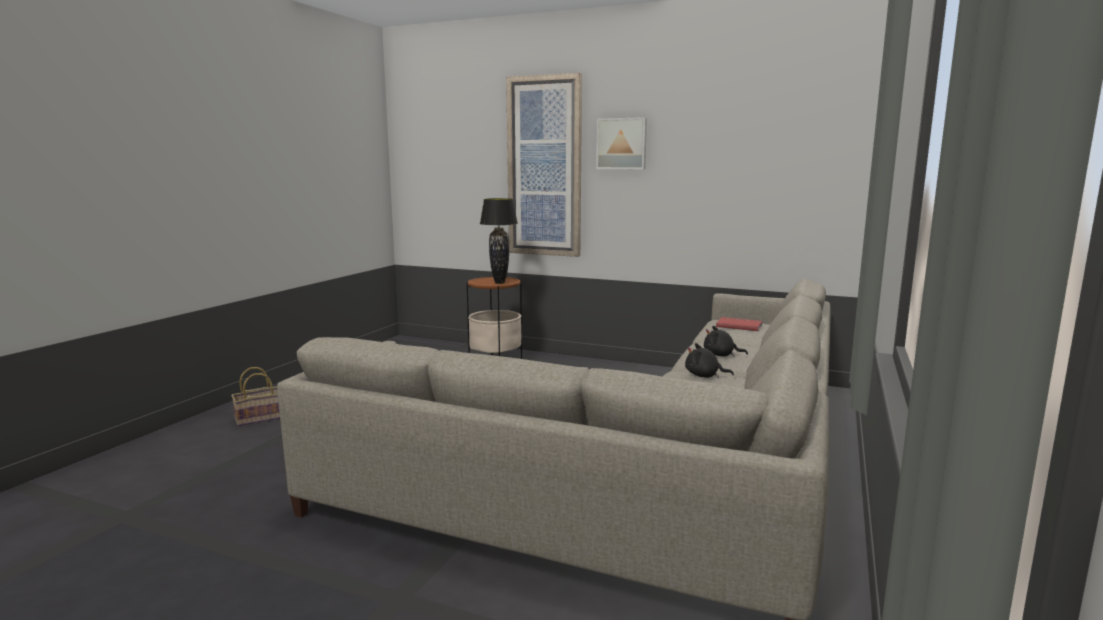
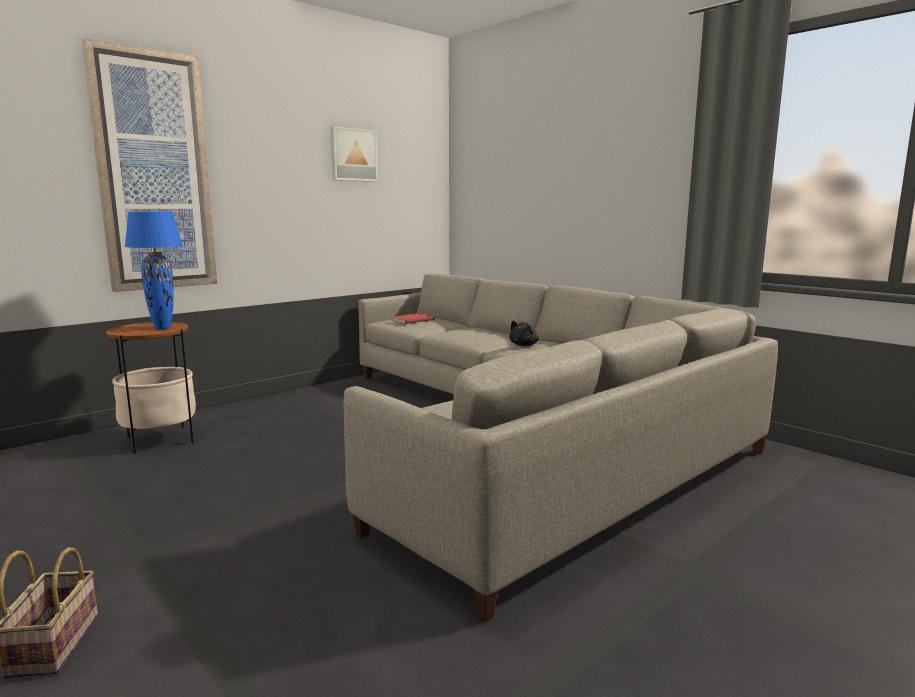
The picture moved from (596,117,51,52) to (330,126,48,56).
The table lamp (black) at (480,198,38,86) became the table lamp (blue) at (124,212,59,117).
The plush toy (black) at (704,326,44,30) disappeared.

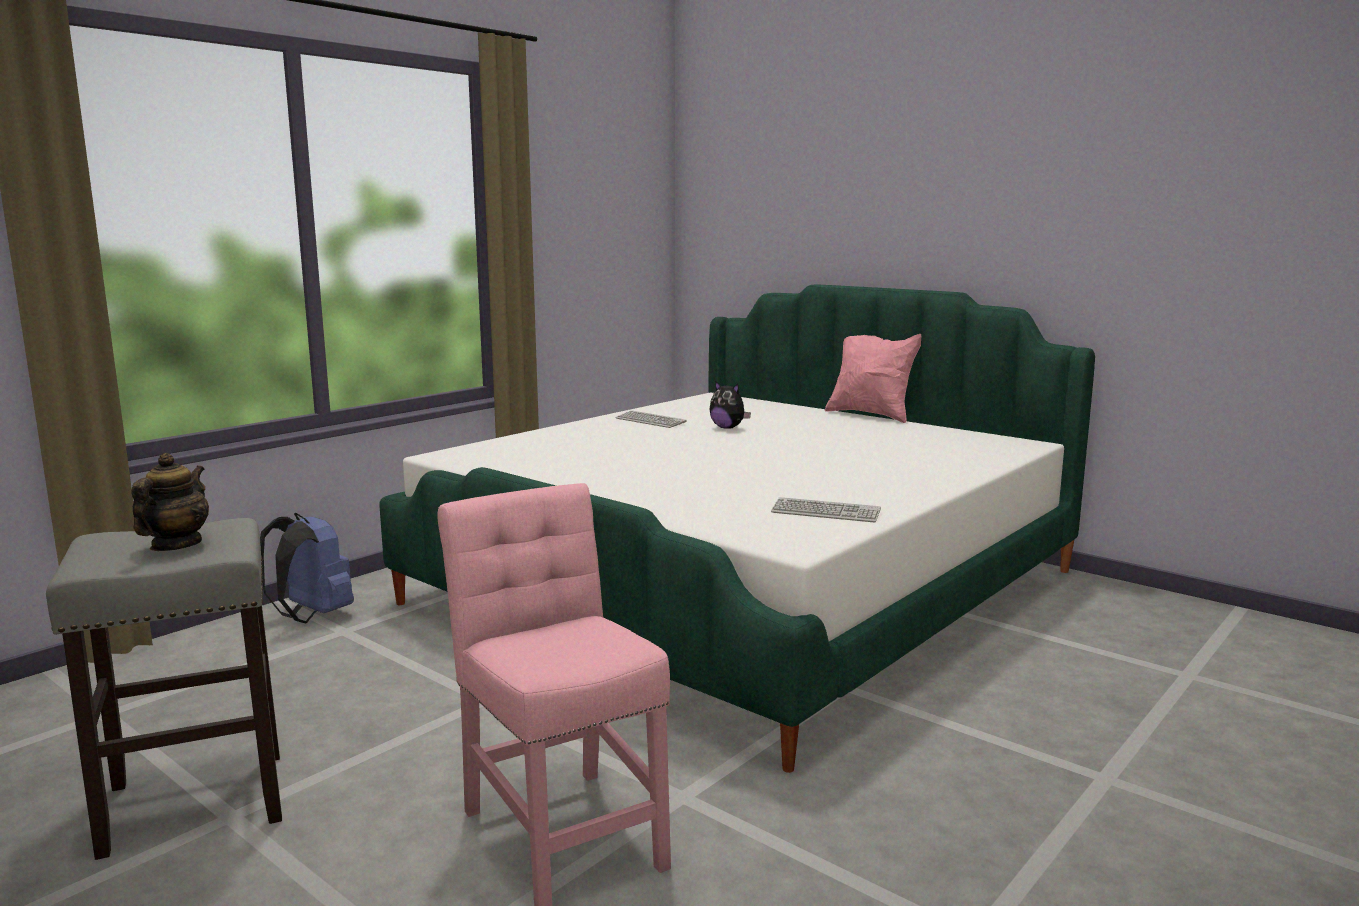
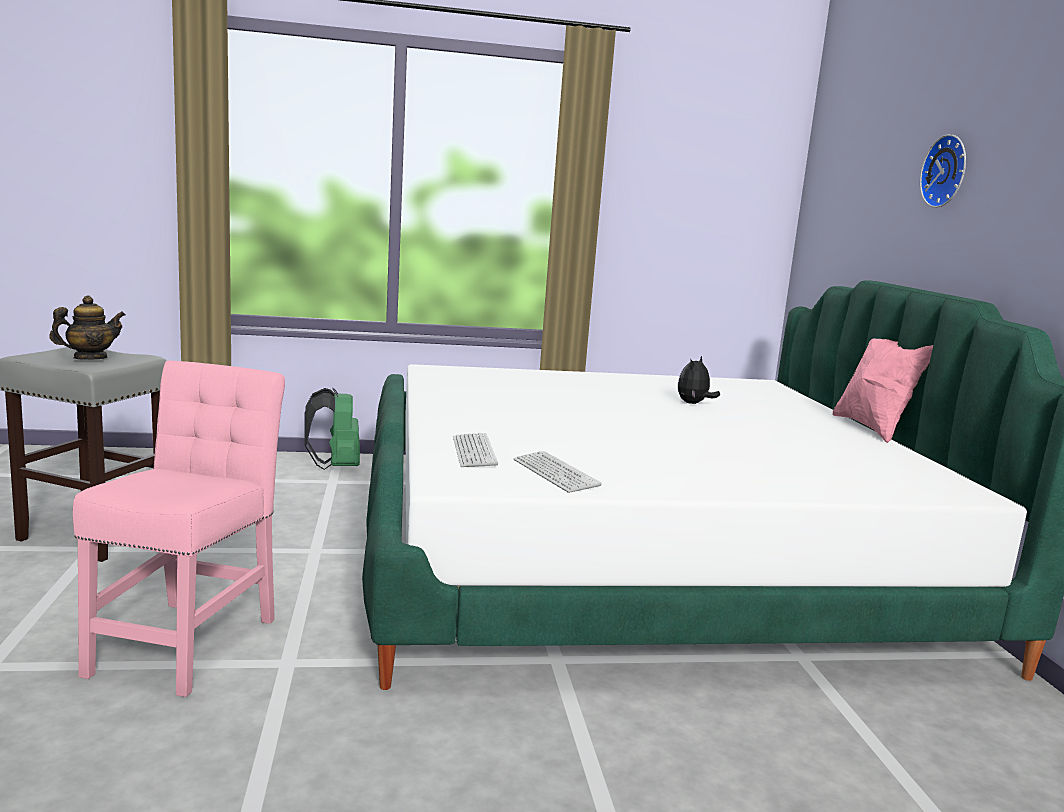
The plush toy at (709,381,42,48) turned 45 degrees clockwise.
The keyboard moved from (616,411,71,17) to (453,433,45,34).
The backpack (blue) at (260,513,94,110) became the backpack (green) at (305,387,55,83).
The wall clock at (920,134,46,74) appeared.

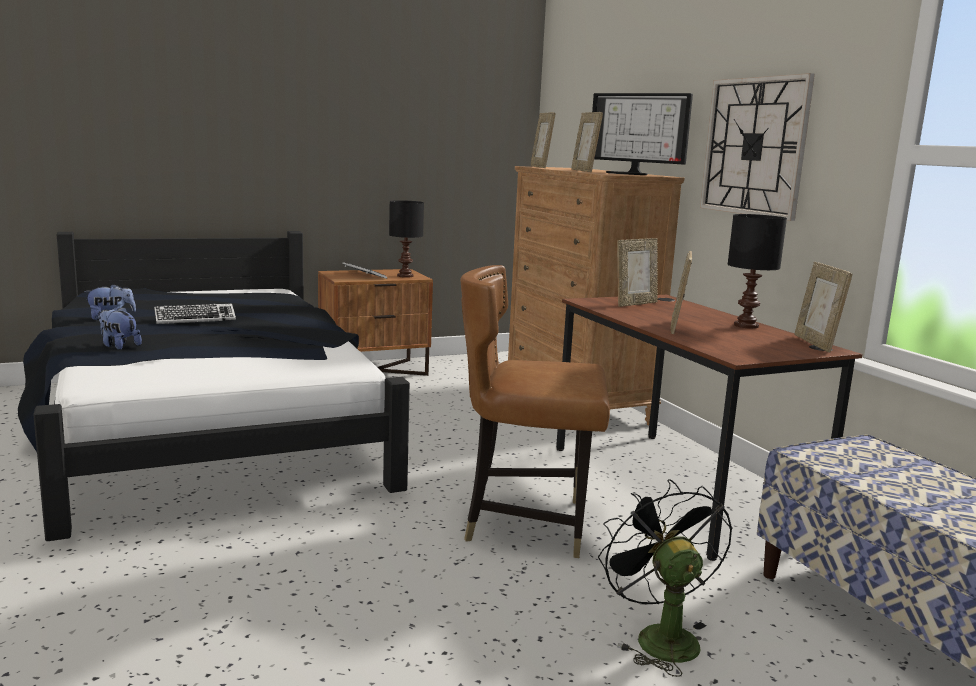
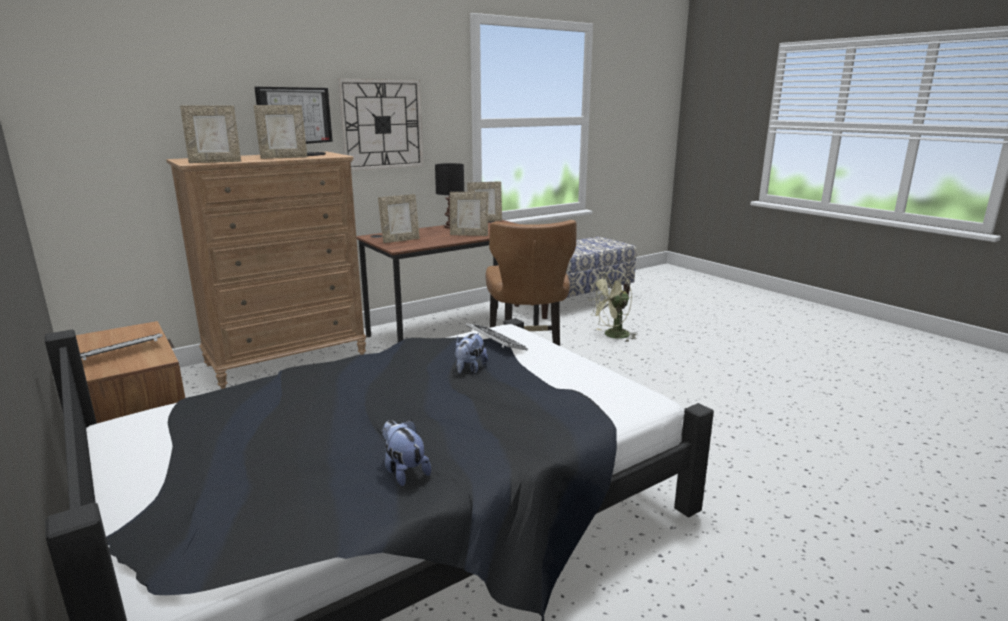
The table lamp (black) at (389,200,35,78) disappeared.
The picture frame at (617,238,41,69) turned 105 degrees clockwise.
The keyboard moved from (154,303,82,21) to (466,323,62,28).
The plush toy moved from (99,307,43,43) to (455,333,33,41).
The fan (black) at (598,479,134,198) became the fan (green) at (588,270,50,72).

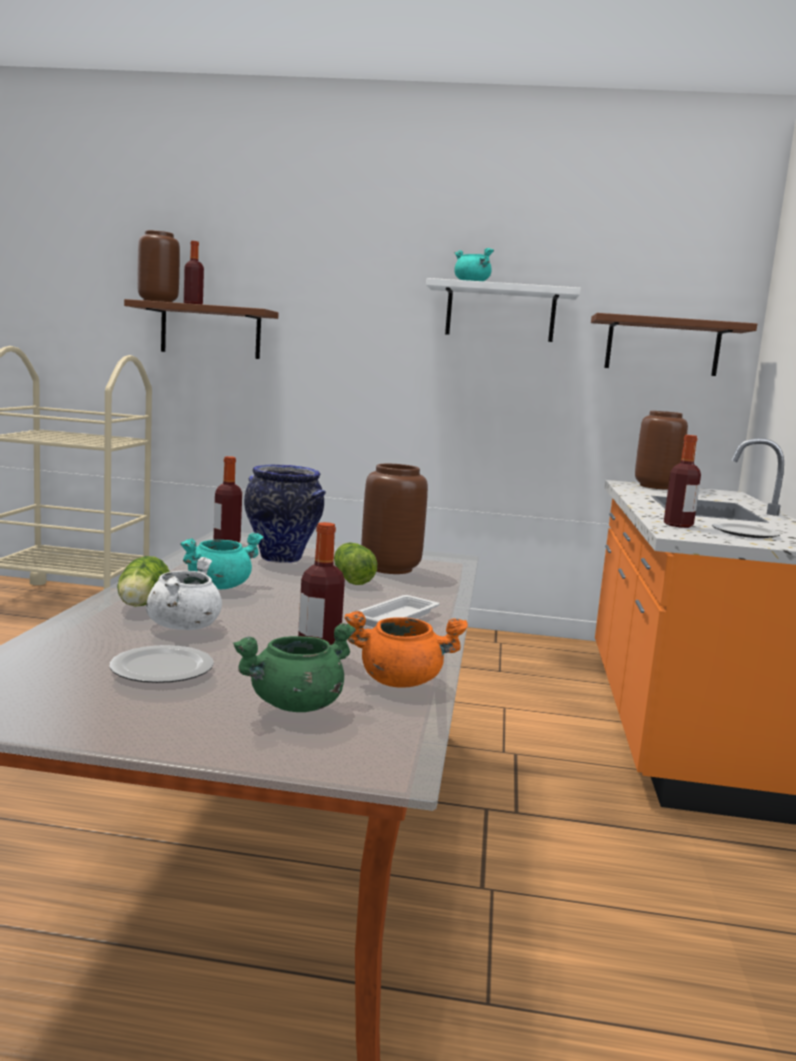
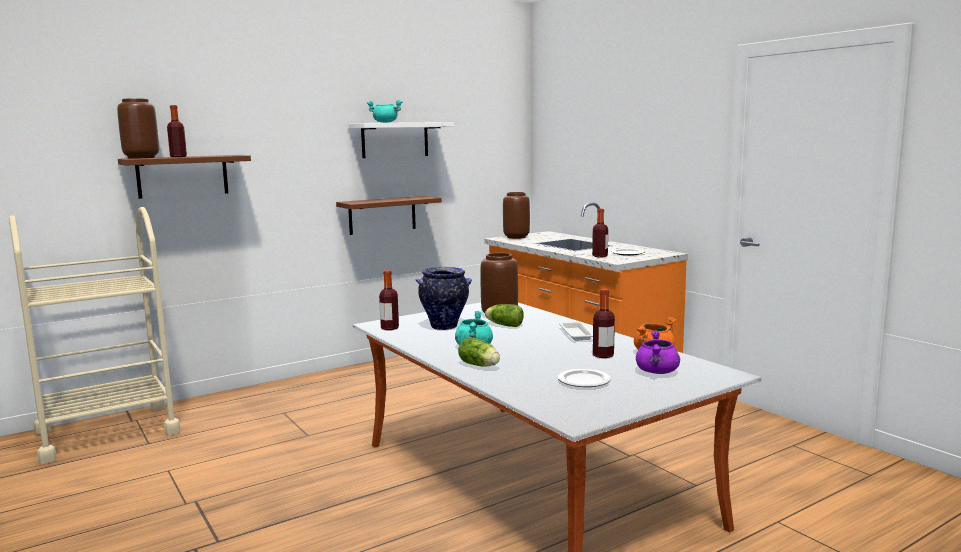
The shelf (brown) moved from (591,313,166,63) to (336,196,106,39).
The cooking pot (white) at (146,557,76,73) disappeared.
The cooking pot (green) at (233,623,123,89) became the cooking pot (purple) at (636,330,44,44).

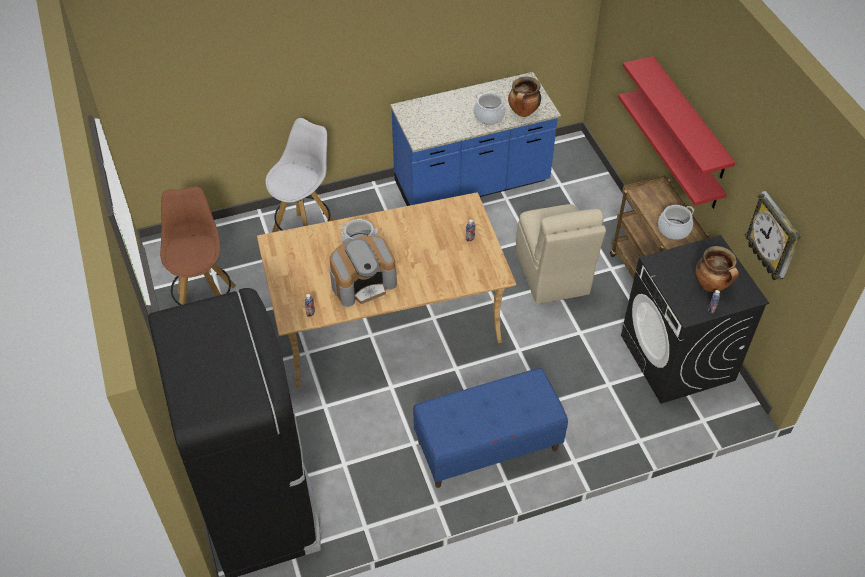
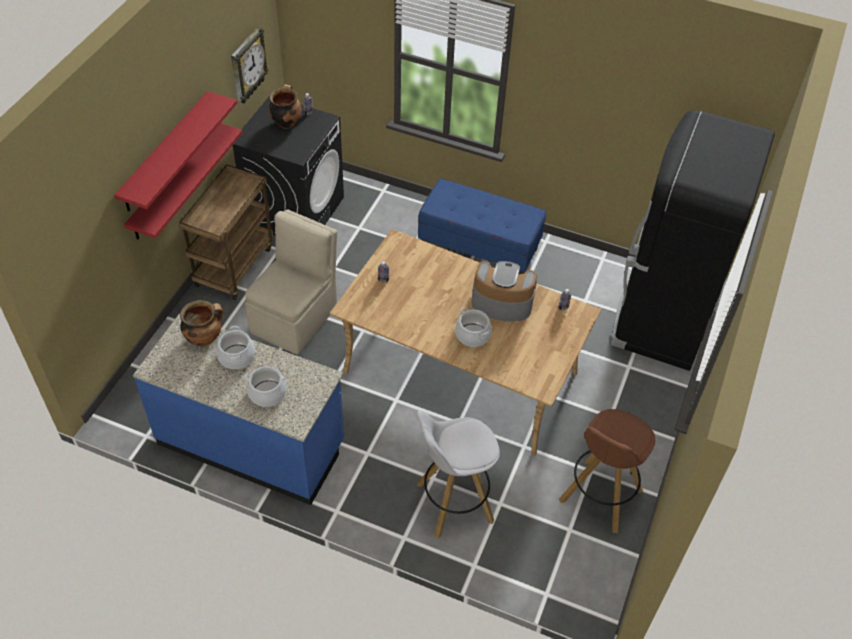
The cooking pot moved from (658,205,36,35) to (244,366,43,41).

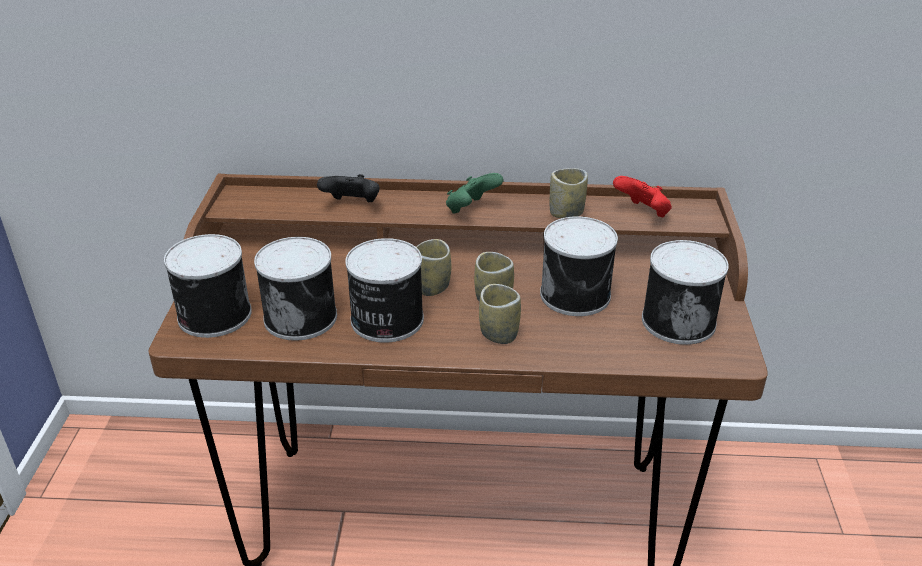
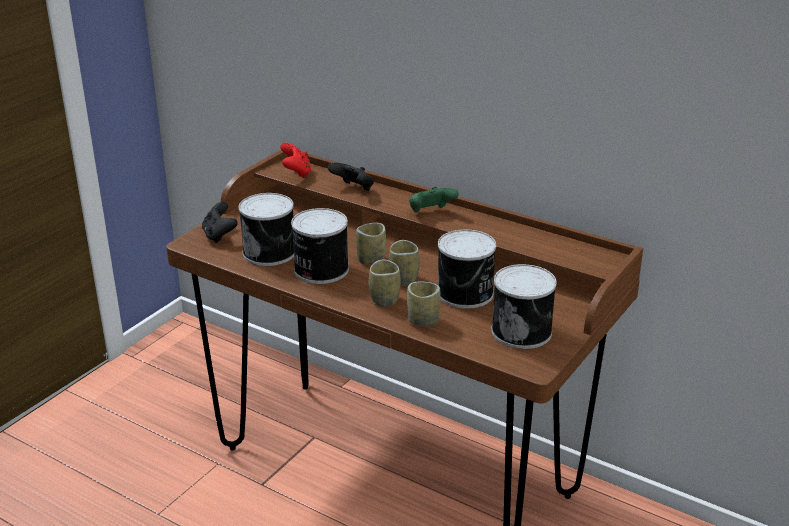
The cup moved from (550,168,38,50) to (407,282,33,44).
The game controller (red) moved from (613,176,59,41) to (280,143,31,35).
The can at (164,234,88,104) was replaced by the game controller (black) at (202,202,36,41).

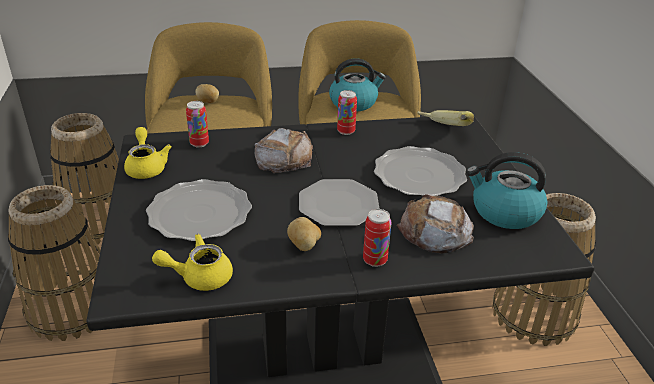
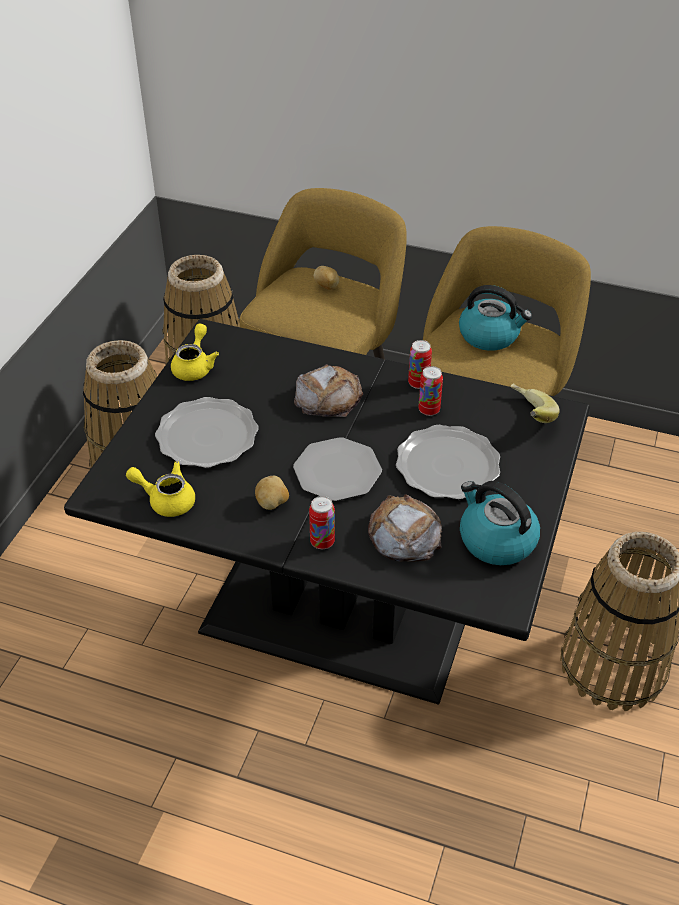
The can moved from (186,101,23,46) to (418,366,25,50).

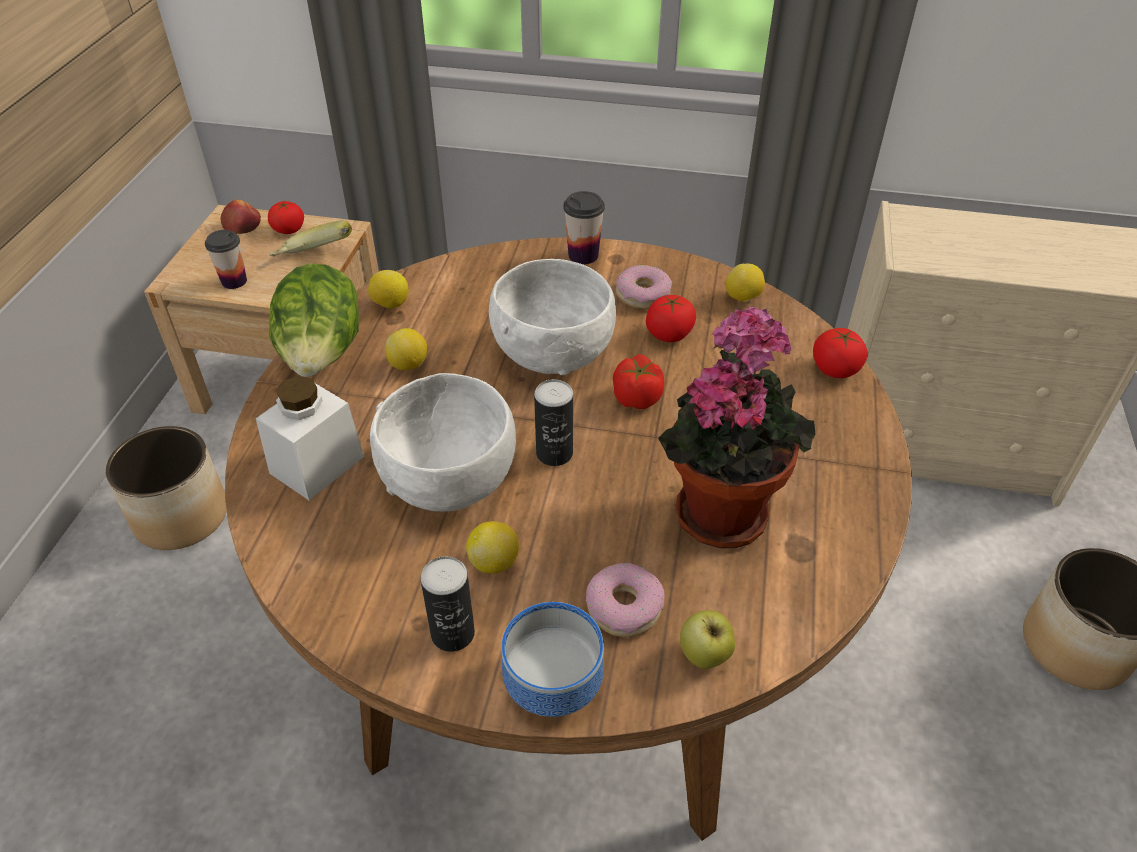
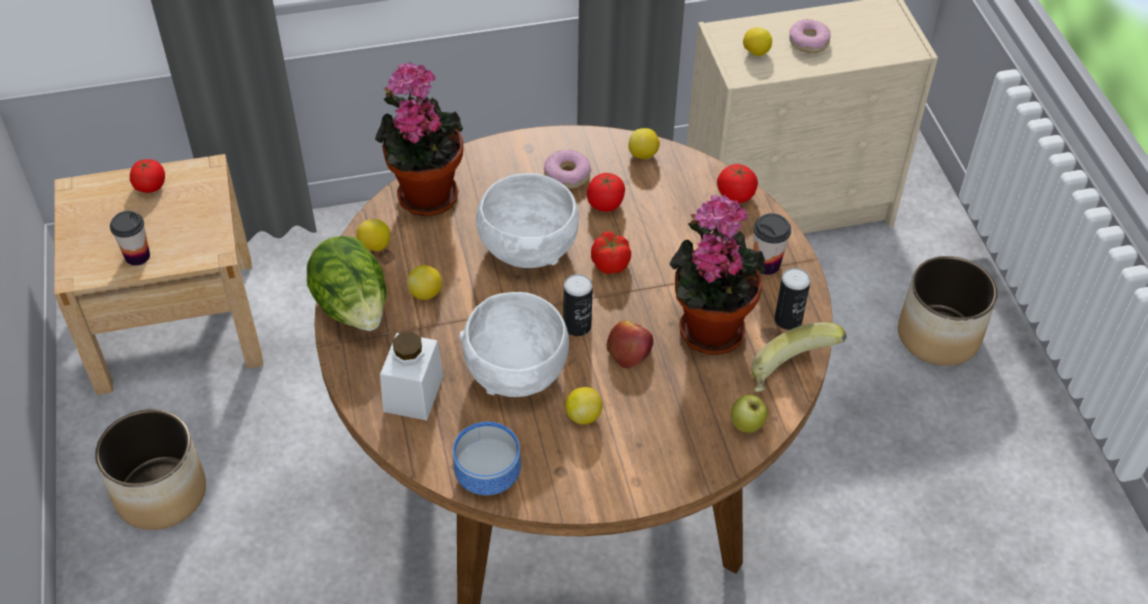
The cup moved from (563,191,42,73) to (753,213,38,62).
The apple moved from (220,200,41,34) to (607,321,46,47).
The banana moved from (269,220,83,36) to (751,322,95,70).
The can moved from (420,556,55,96) to (775,268,36,62).
The donut moved from (586,562,78,75) to (789,19,42,34).
The bowl moved from (501,602,103,115) to (453,422,68,73).
The lemon at (743,27,29,29) appeared.
The potted plant at (375,62,88,154) appeared.

